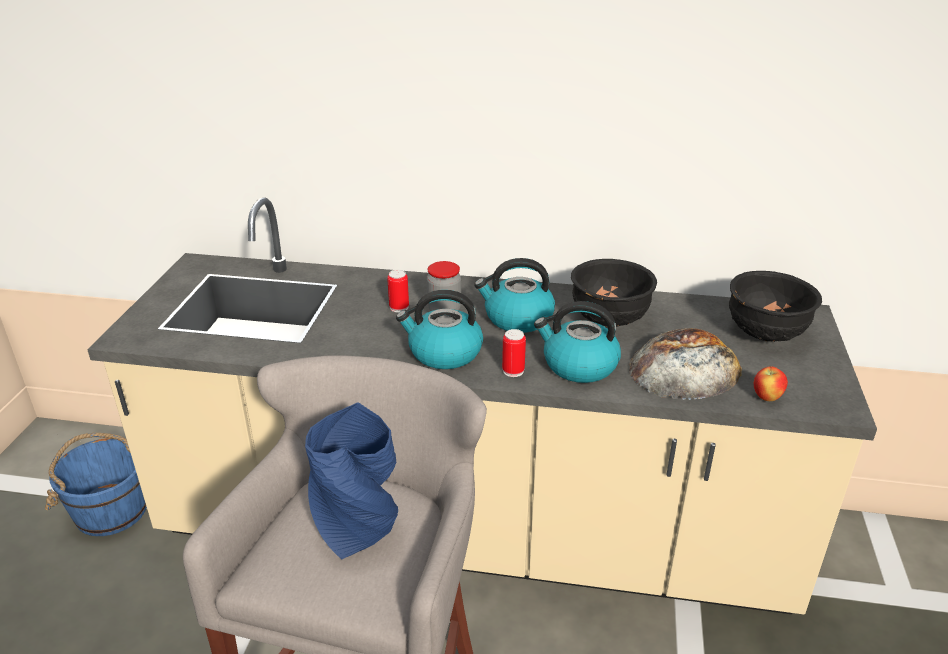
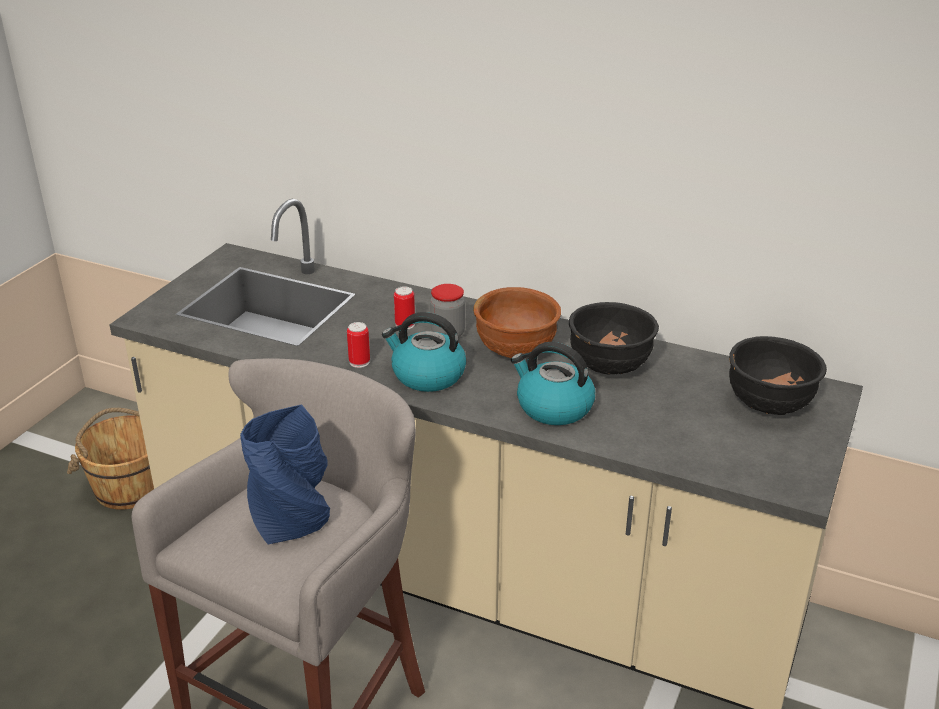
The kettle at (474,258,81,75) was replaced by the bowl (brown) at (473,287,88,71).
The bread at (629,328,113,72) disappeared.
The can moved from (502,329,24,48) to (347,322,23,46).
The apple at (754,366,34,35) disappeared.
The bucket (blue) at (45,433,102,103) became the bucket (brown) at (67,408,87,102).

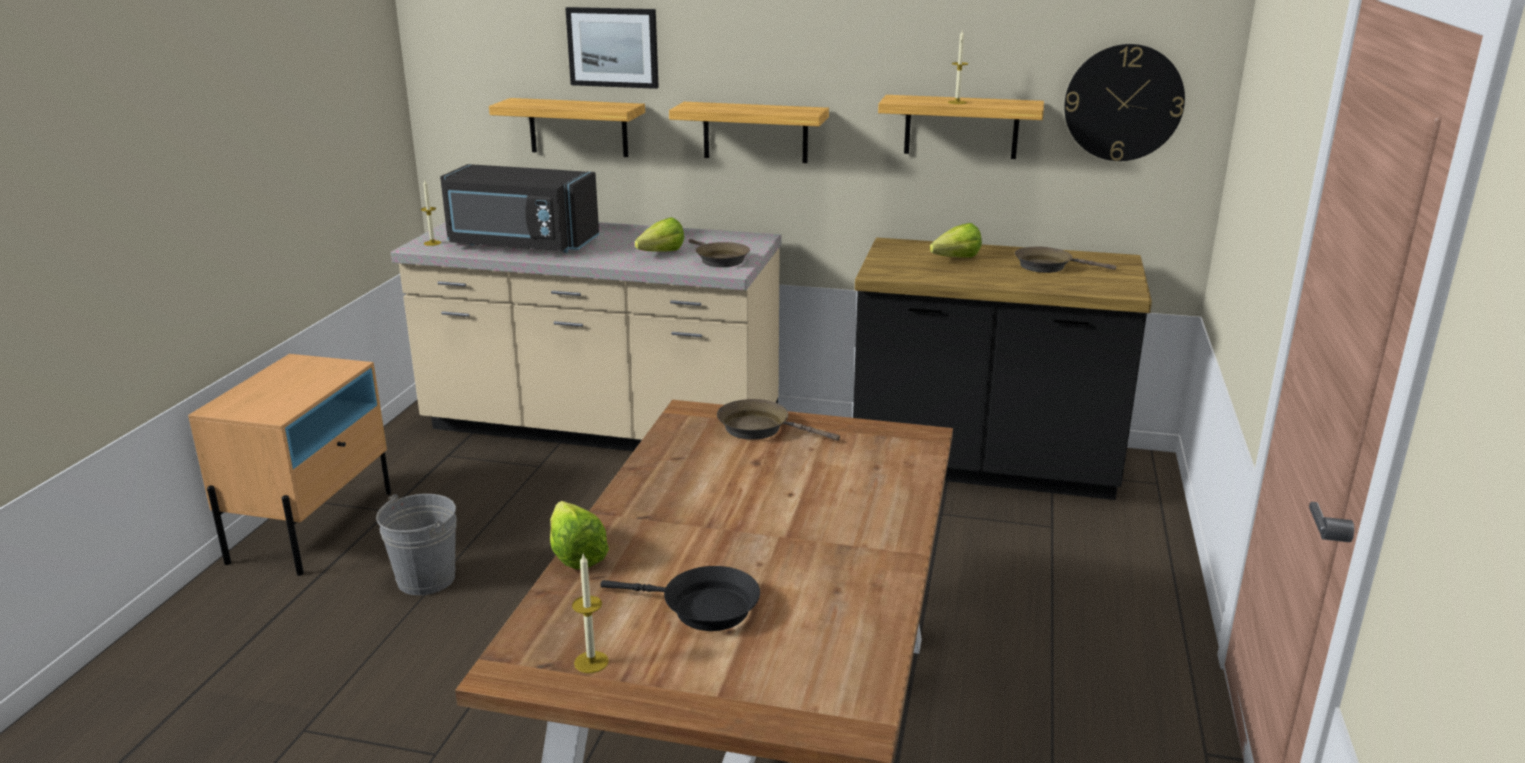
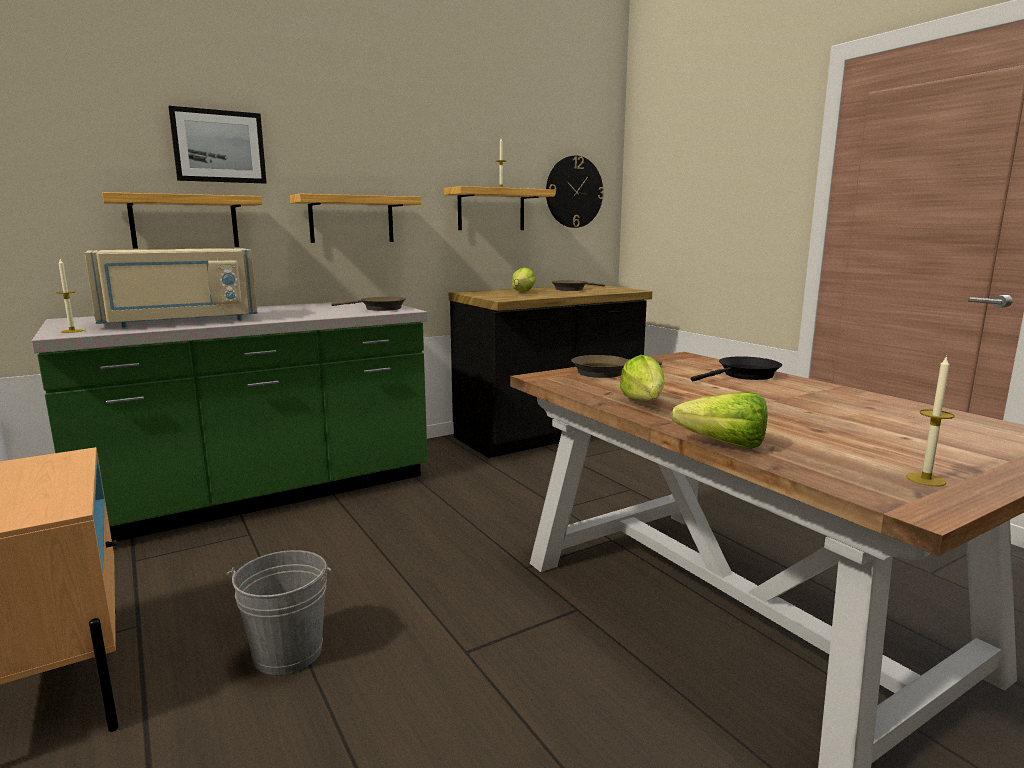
The microwave (black) at (440,164,159,89) became the microwave (beige) at (85,248,173,79).
The lettuce moved from (635,217,49,35) to (620,355,45,46).
The counter (beige) at (391,222,391,229) became the counter (green) at (32,301,396,240).
The frying pan (black) moved from (600,566,160,65) to (691,356,91,26).

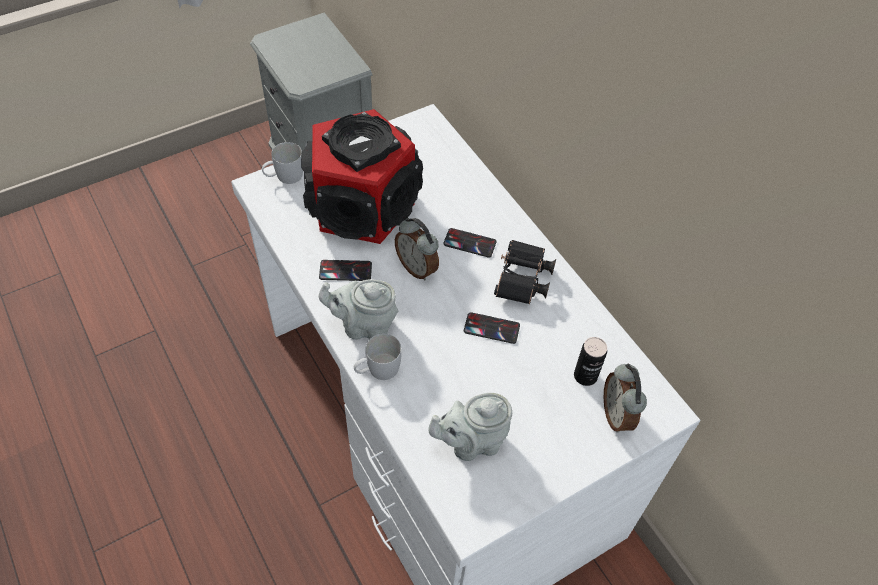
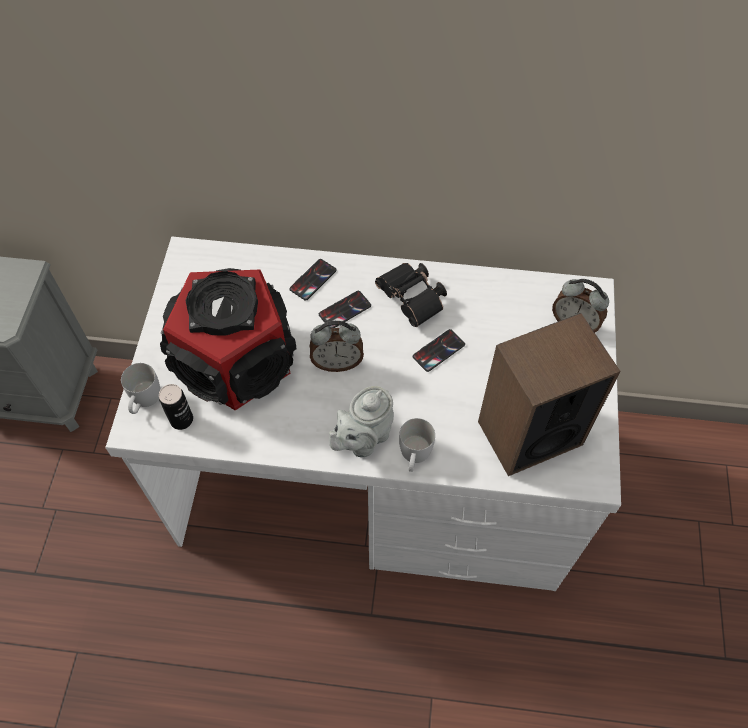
The phone moved from (319,260,53,21) to (289,259,48,42).
The can moved from (574,337,33,49) to (159,384,34,46).
The teapot (grey) at (428,393,84,68) was replaced by the speaker at (478,313,143,163).

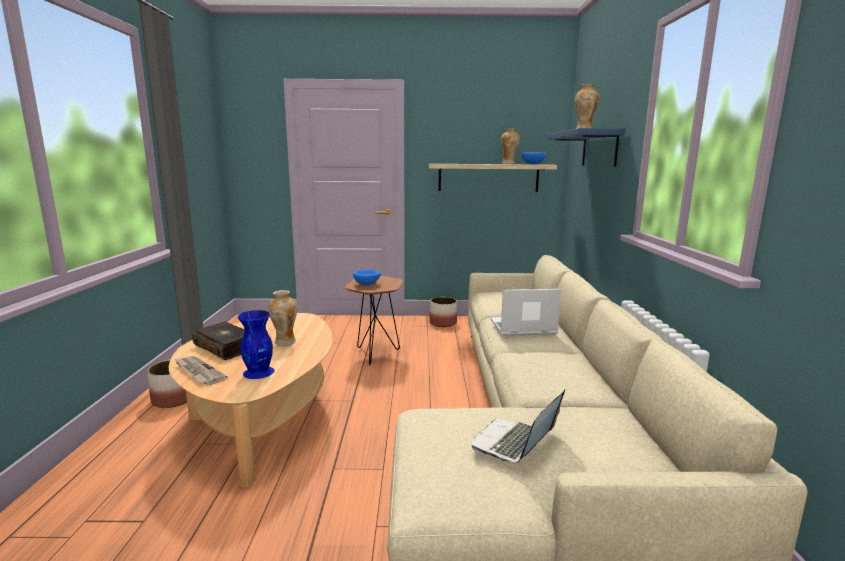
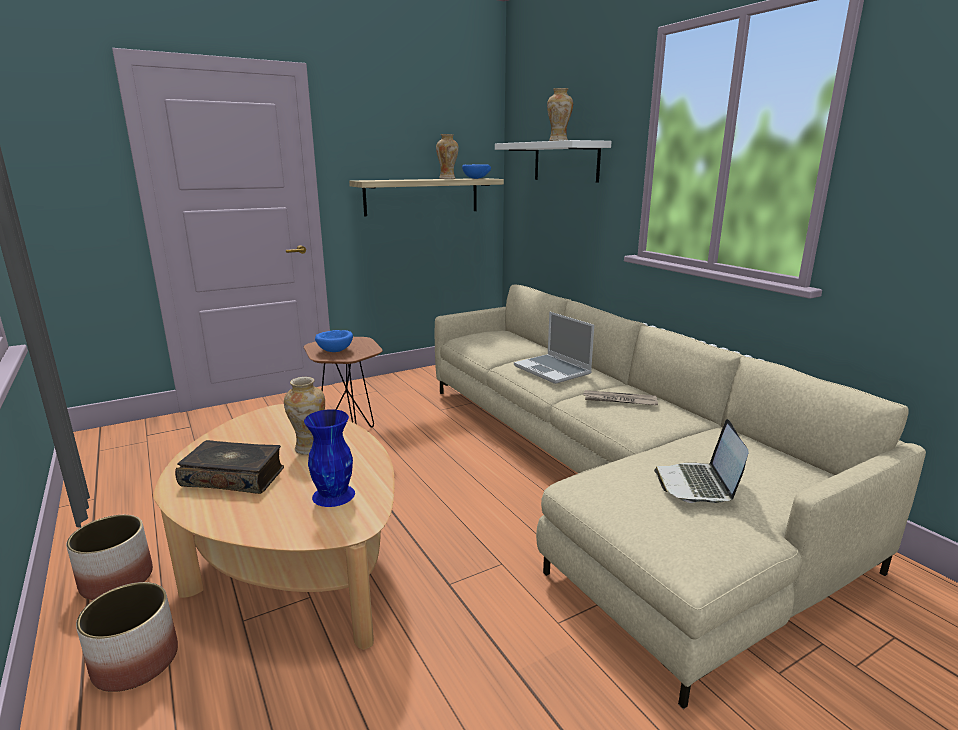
The shelf (blue) at (545,128,80,39) became the shelf (white) at (495,140,117,42).
The laptop at (491,289,70,47) turned 90 degrees counterclockwise.
The planter moved from (429,297,28,30) to (76,582,102,110).
The newspaper moved from (174,356,54,29) to (583,390,75,15).

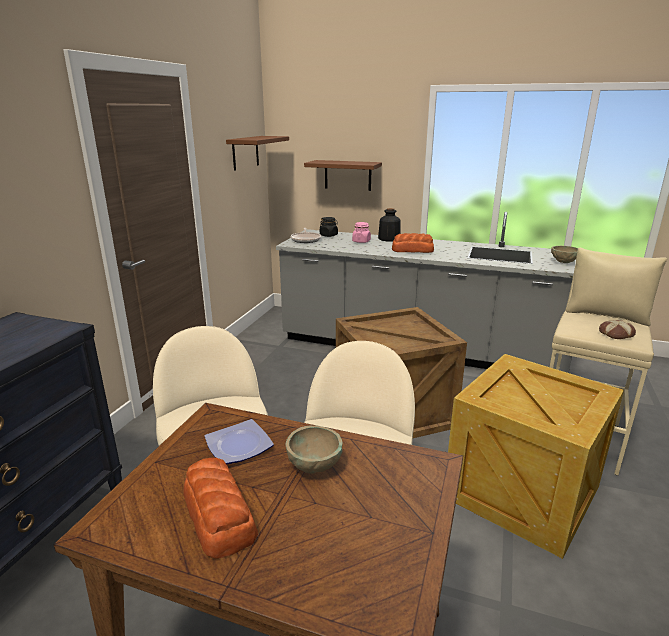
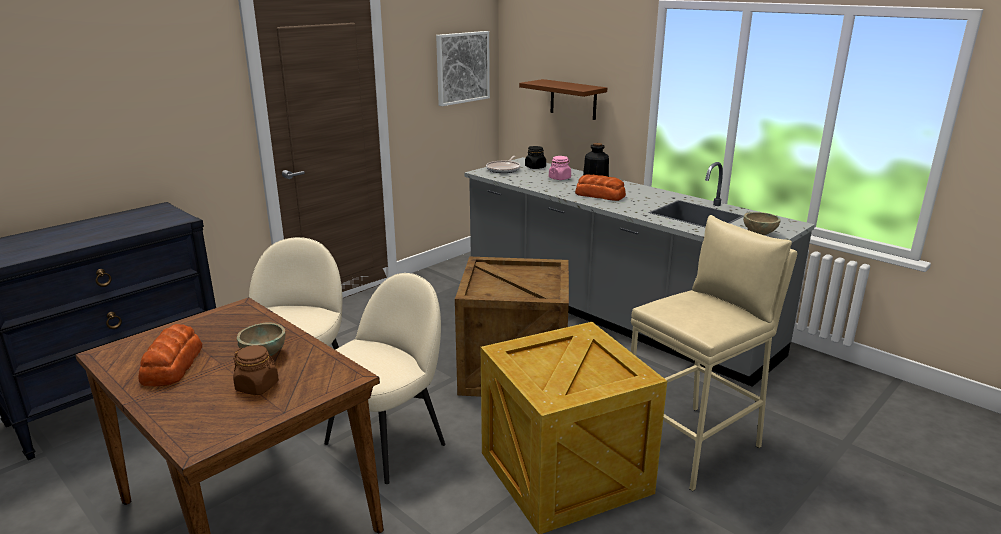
The shelf (brown) at (226,136,63,35) was replaced by the picture at (436,31,54,75).
The bread at (599,320,37,19) disappeared.
The plate at (204,419,70,45) disappeared.
The jar (brown) at (233,345,46,50) appeared.

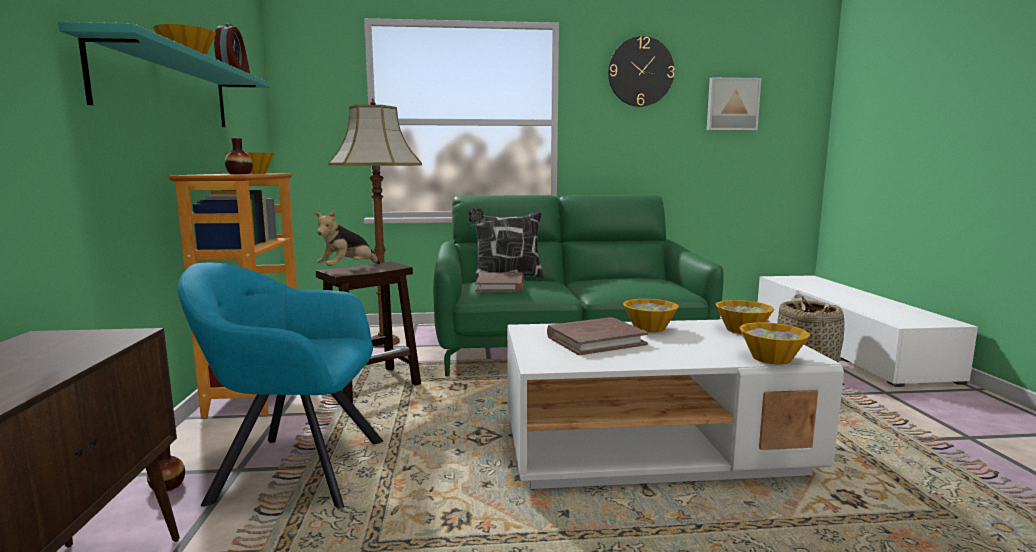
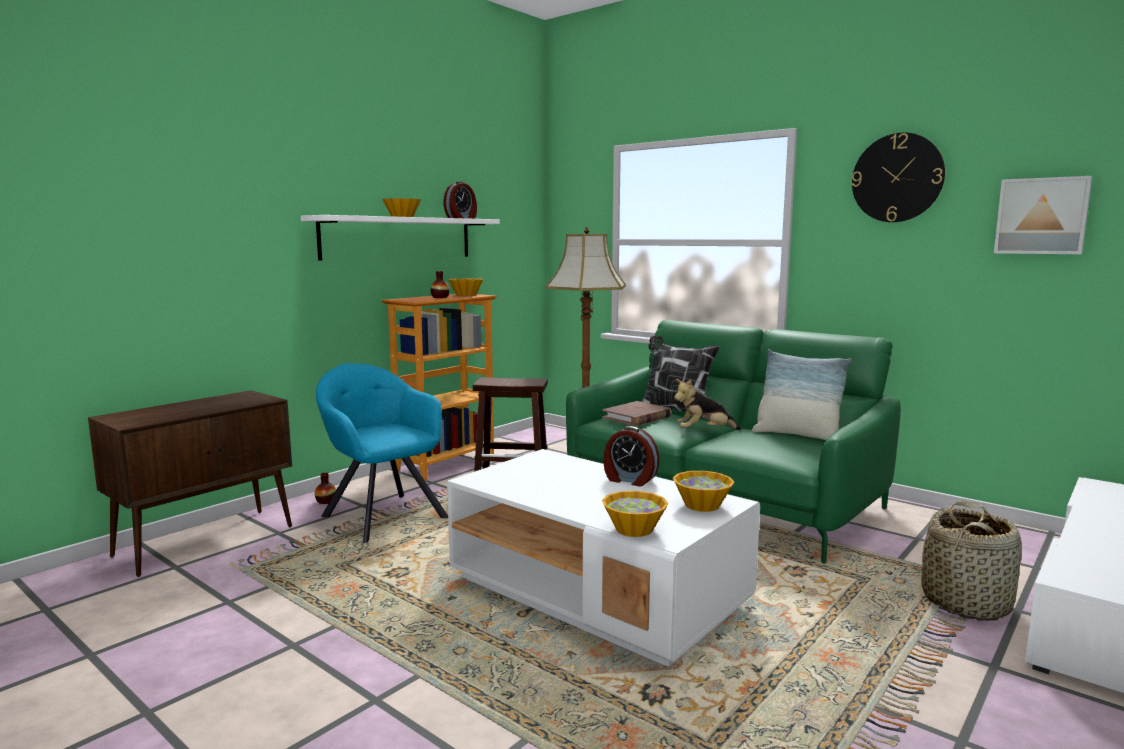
The shelf (turquoise) at (58,22,212,105) became the shelf (white) at (301,215,199,45).
The plush toy moved from (314,210,66,56) to (674,379,67,51).
The bowl at (623,299,56,33) was replaced by the alarm clock at (603,426,56,61).
The book (brown) at (547,317,101,38) disappeared.
The pillow at (752,350,100,90) appeared.

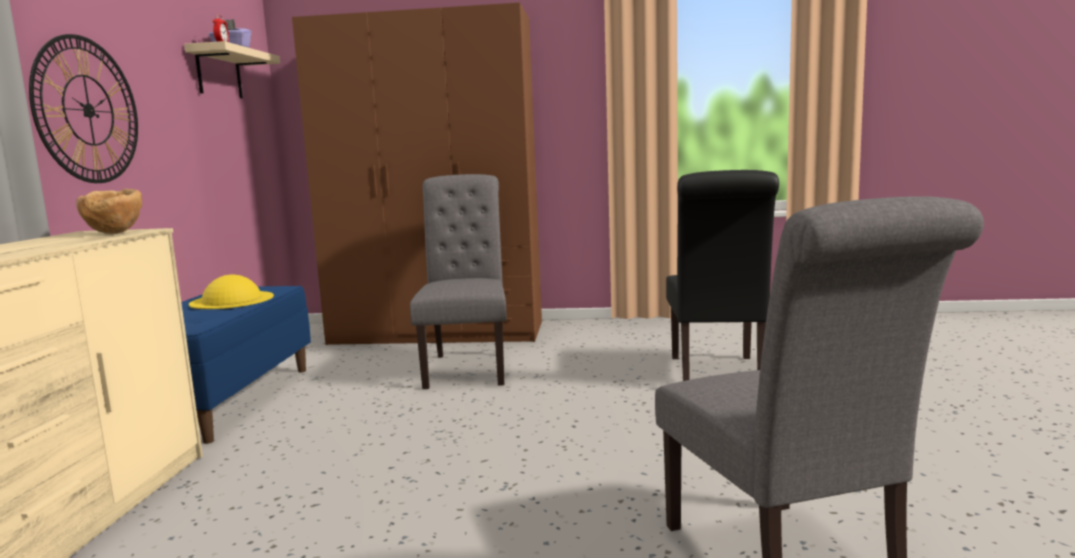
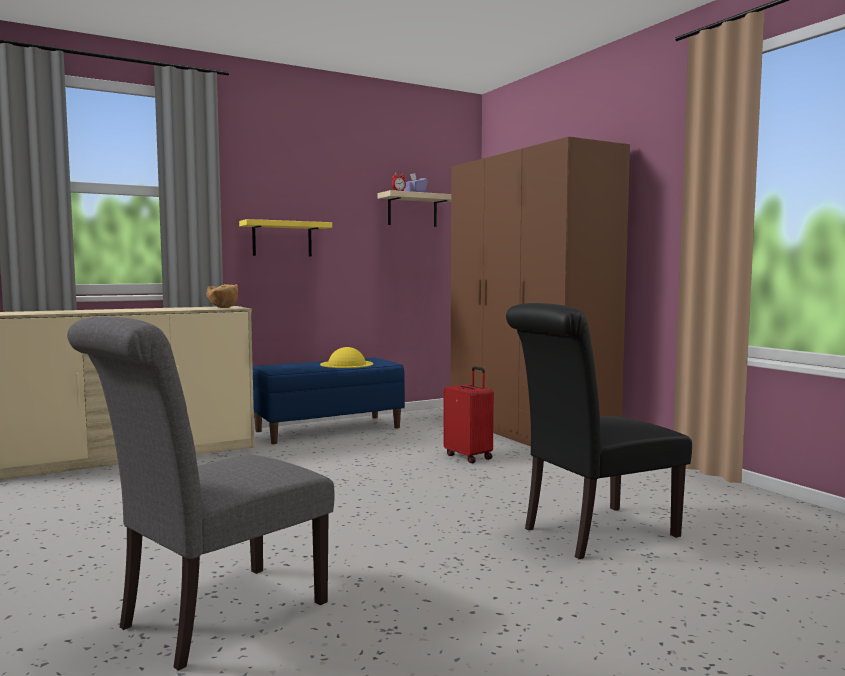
The wall clock at (29,34,109,149) was replaced by the shelf (yellow) at (239,219,93,37).
The chair (grey) at (410,174,97,215) was replaced by the suitcase (red) at (443,366,51,97).

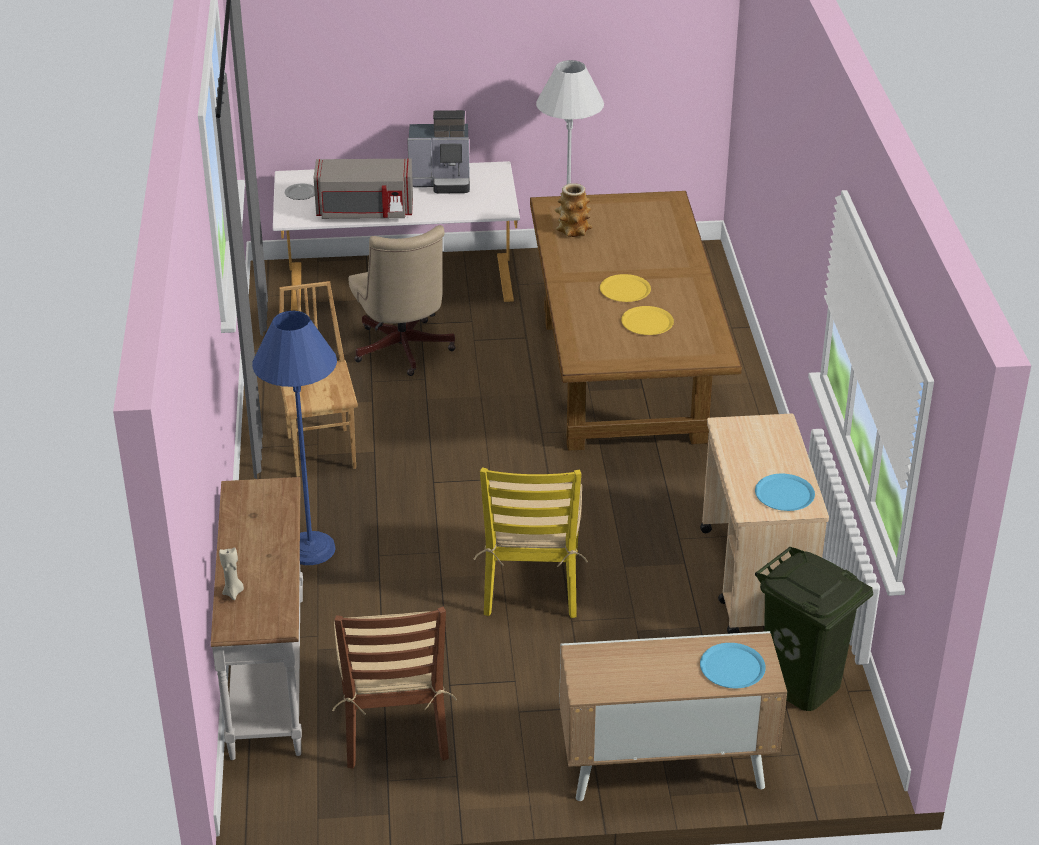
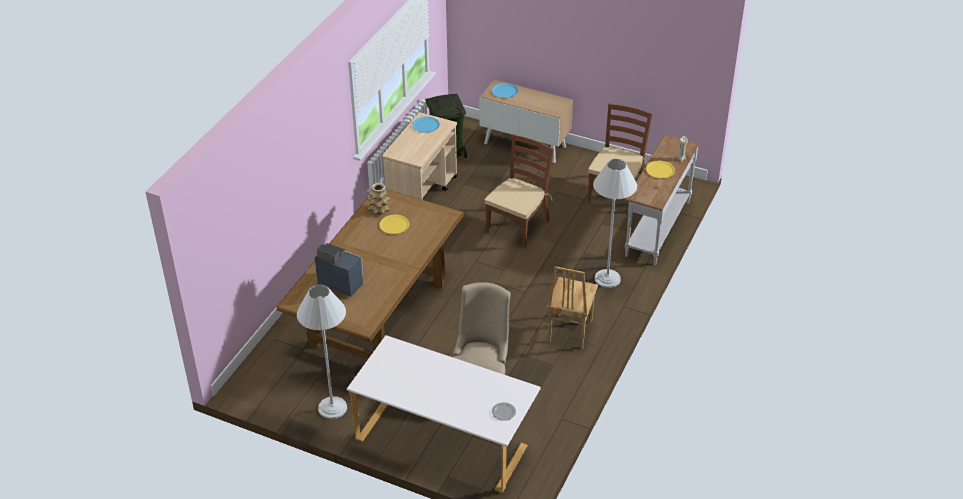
The coffee machine moved from (407,110,63,83) to (315,243,49,54).
The microwave (grey) at (313,158,100,61) disappeared.
The vase moved from (555,183,37,54) to (368,183,22,31).
The plate (yellow) moved from (600,274,51,28) to (646,161,29,17).
The floor lamp (blue) at (252,311,85,254) became the floor lamp (white) at (593,159,44,129).
The chair (yellow) at (473,467,115,151) became the chair (brown) at (485,134,69,114).

